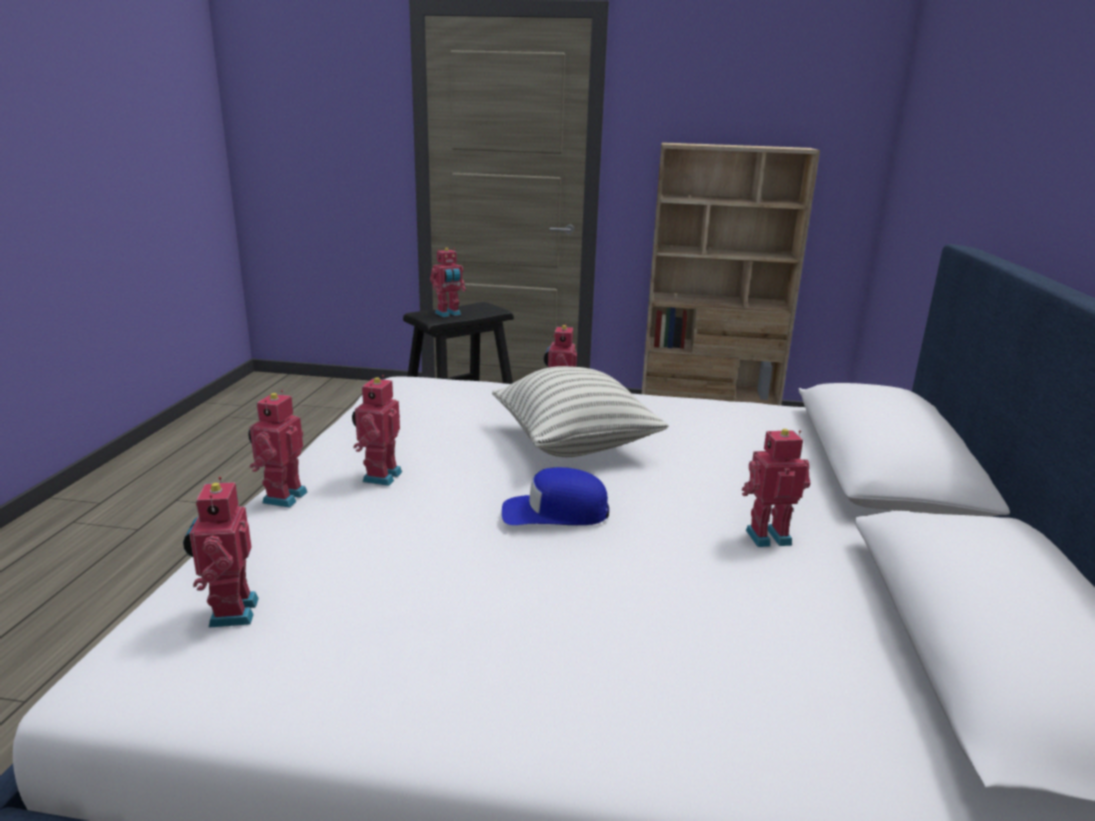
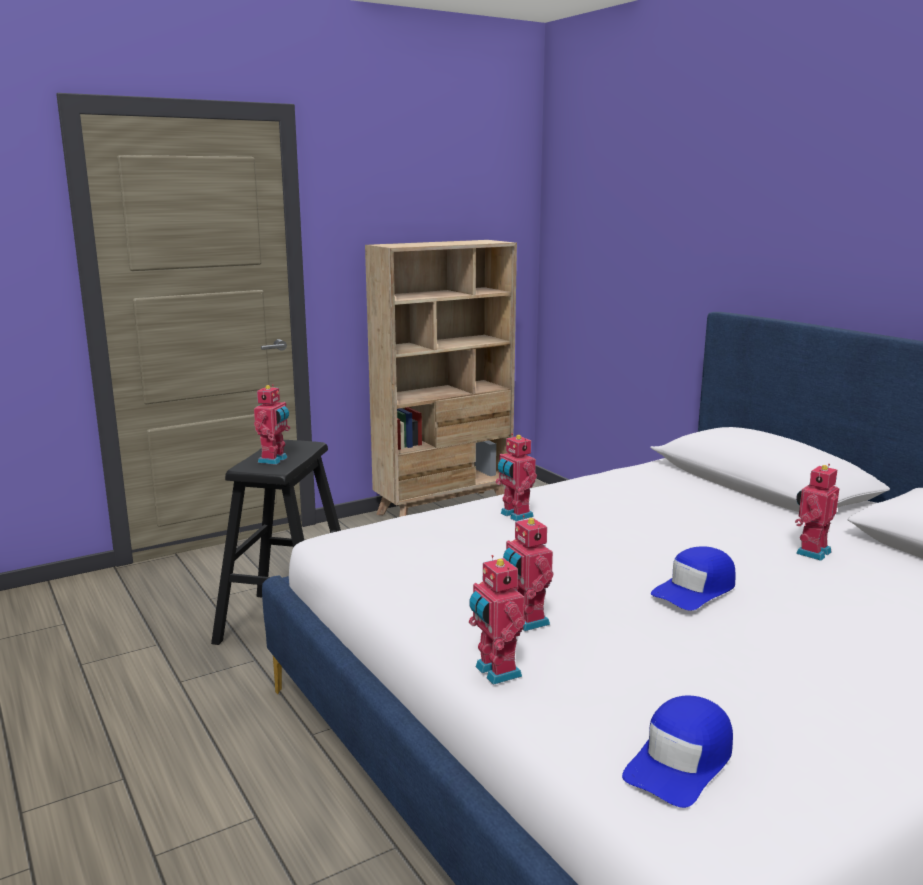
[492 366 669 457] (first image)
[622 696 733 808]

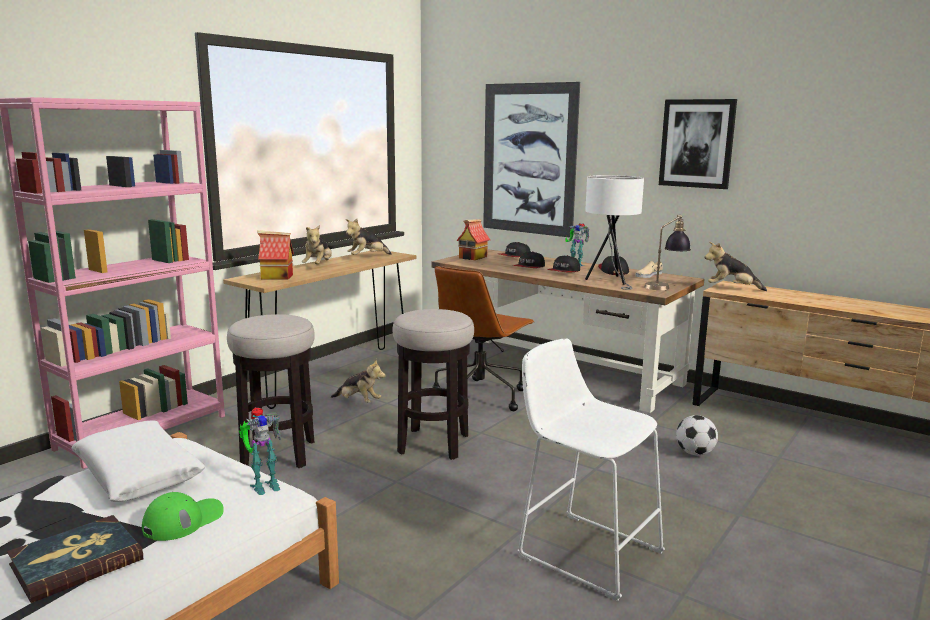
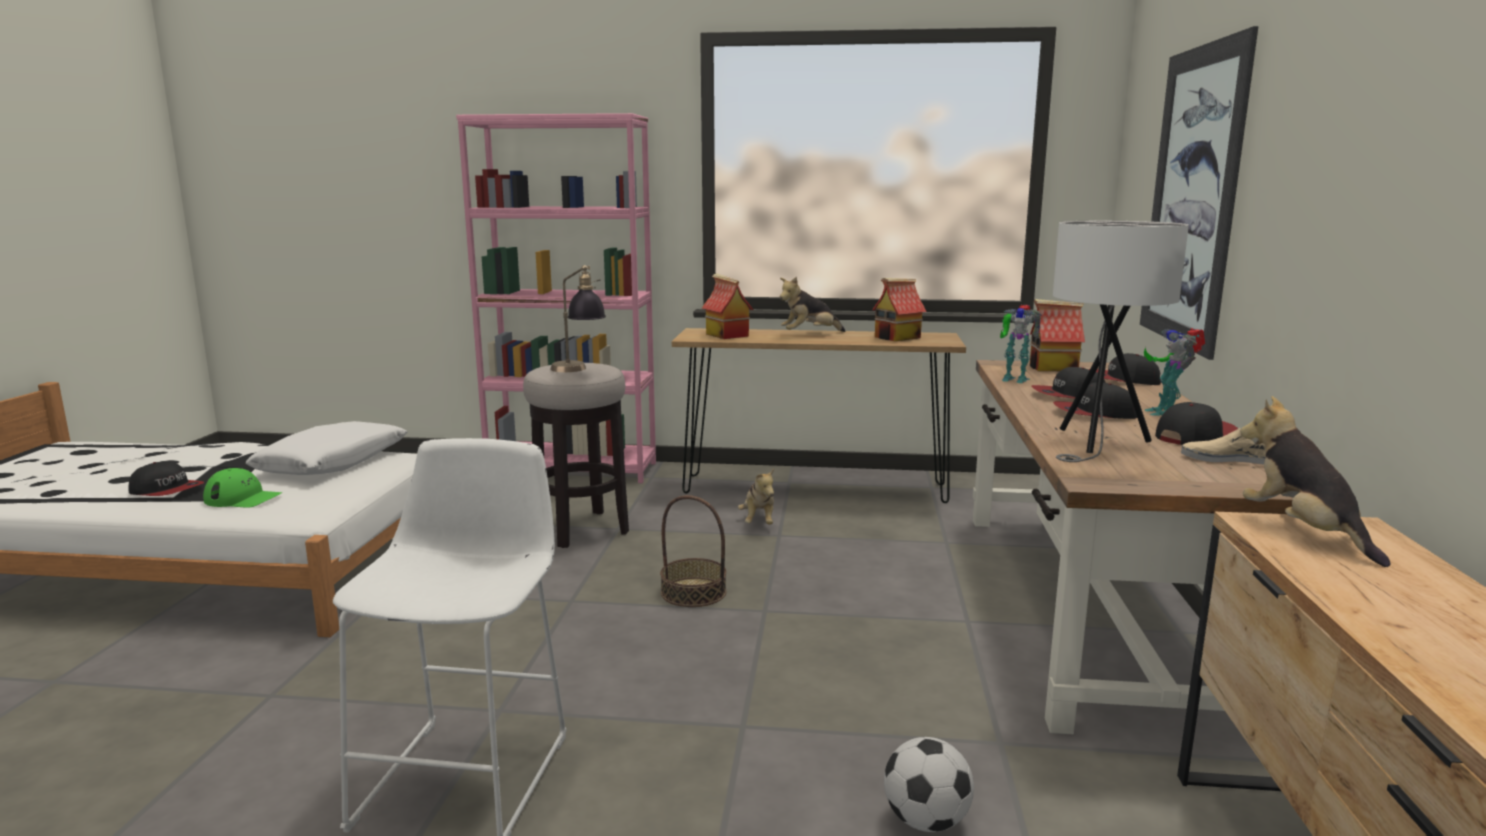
[659 99 737 189] (first image)
[550 265 606 372]
[872 278 926 341]
[433 266 535 411] (first image)
[660 495 726 607]
[1000 305 1042 383]
[128 461 204 496]

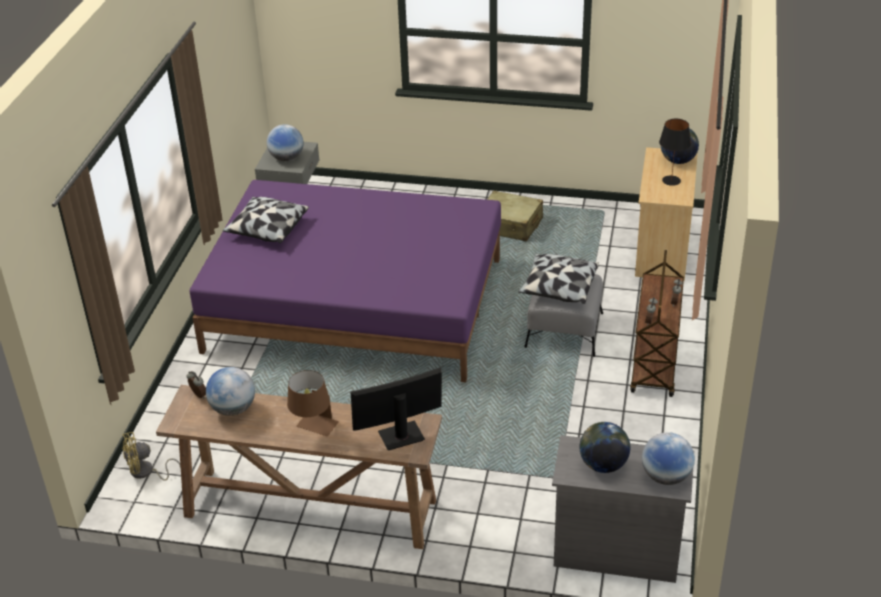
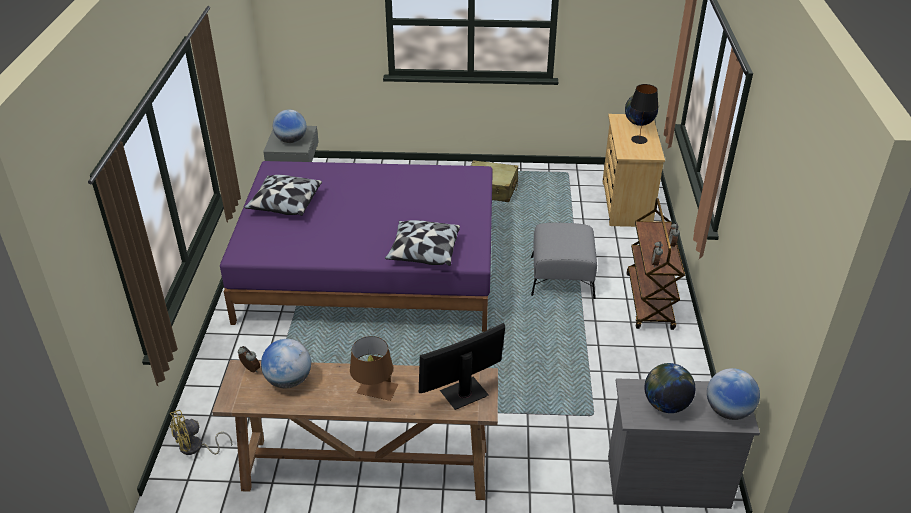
[385 220 460 266]

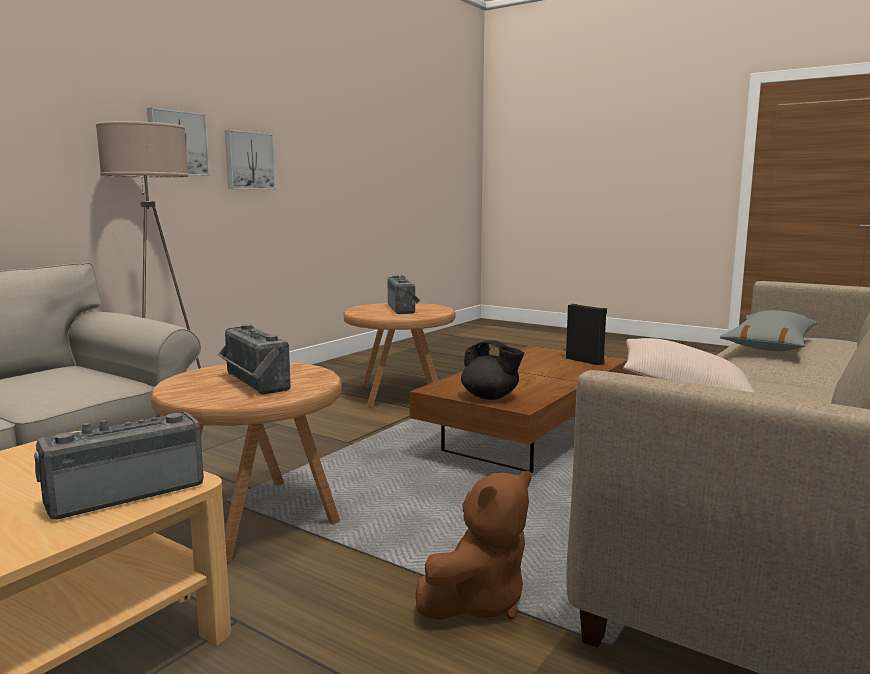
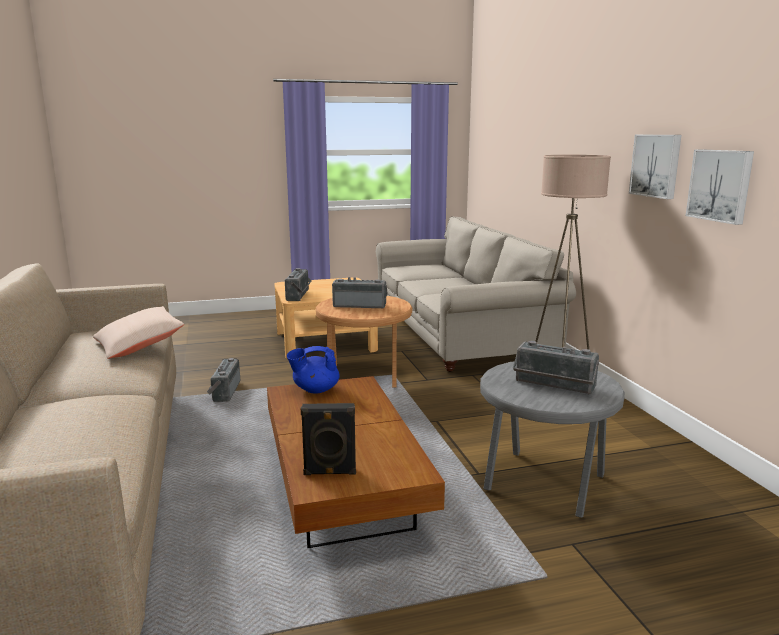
[480 361 625 518]
[720 310 818 351] (first image)
[287 346 340 394]
[207 358 240 402]

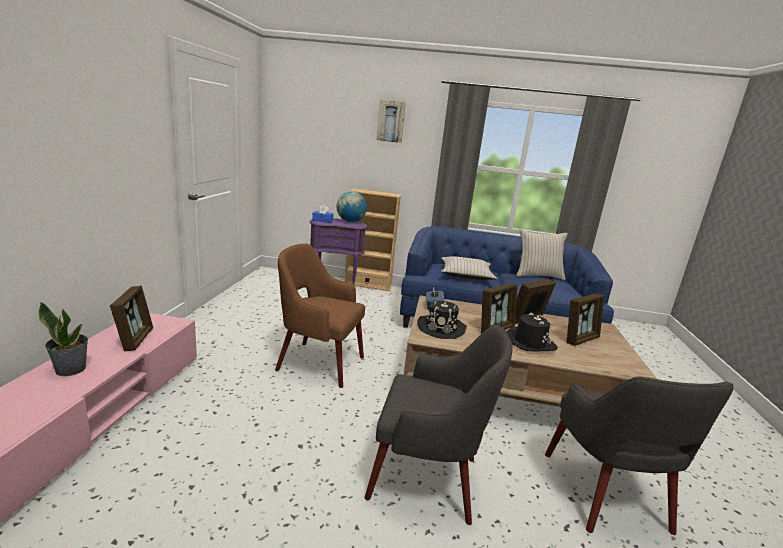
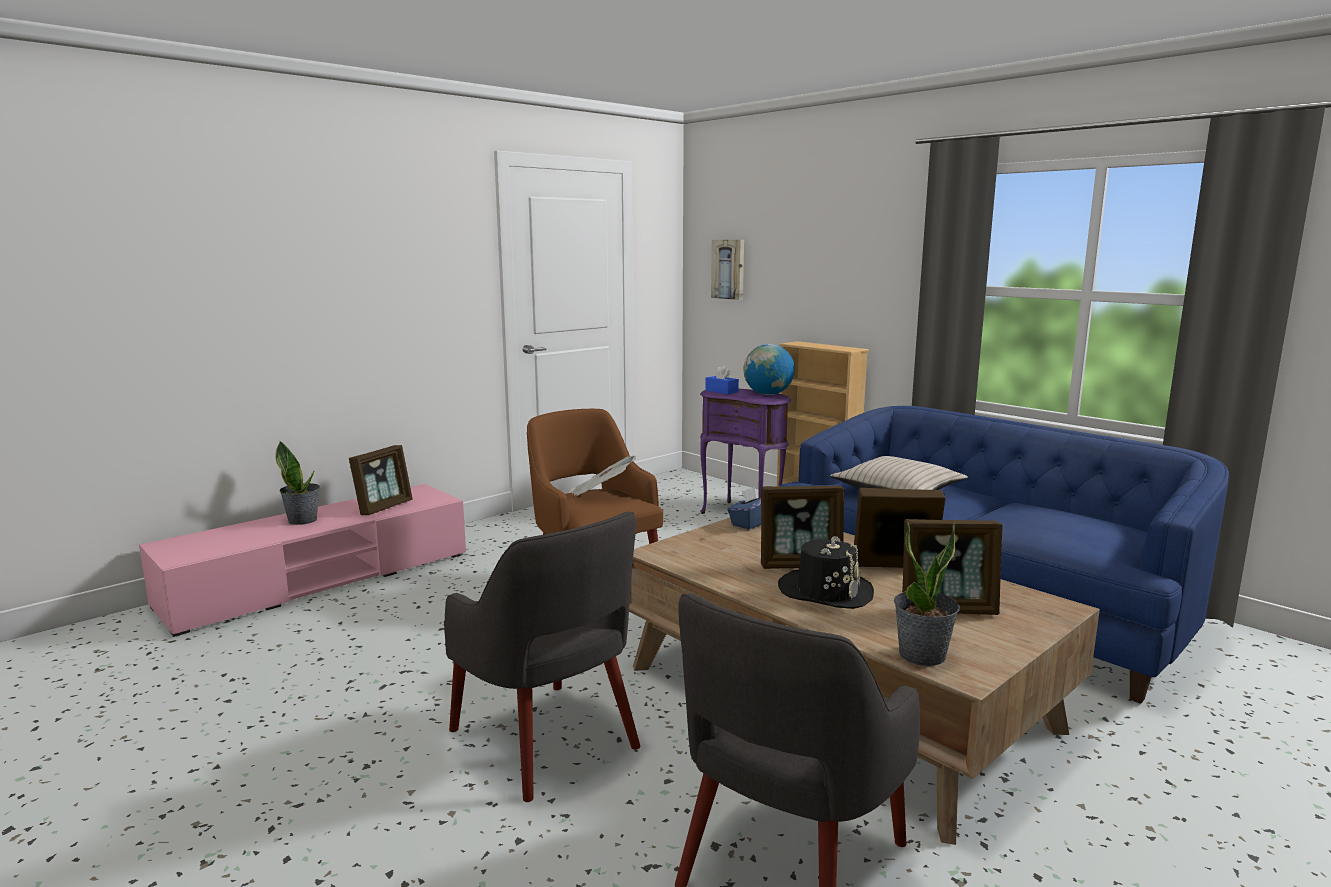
[711 240 744 300]
[516 229 568 280] (first image)
[417 301 467 339] (first image)
[571 456 636 497]
[894 521 960 666]

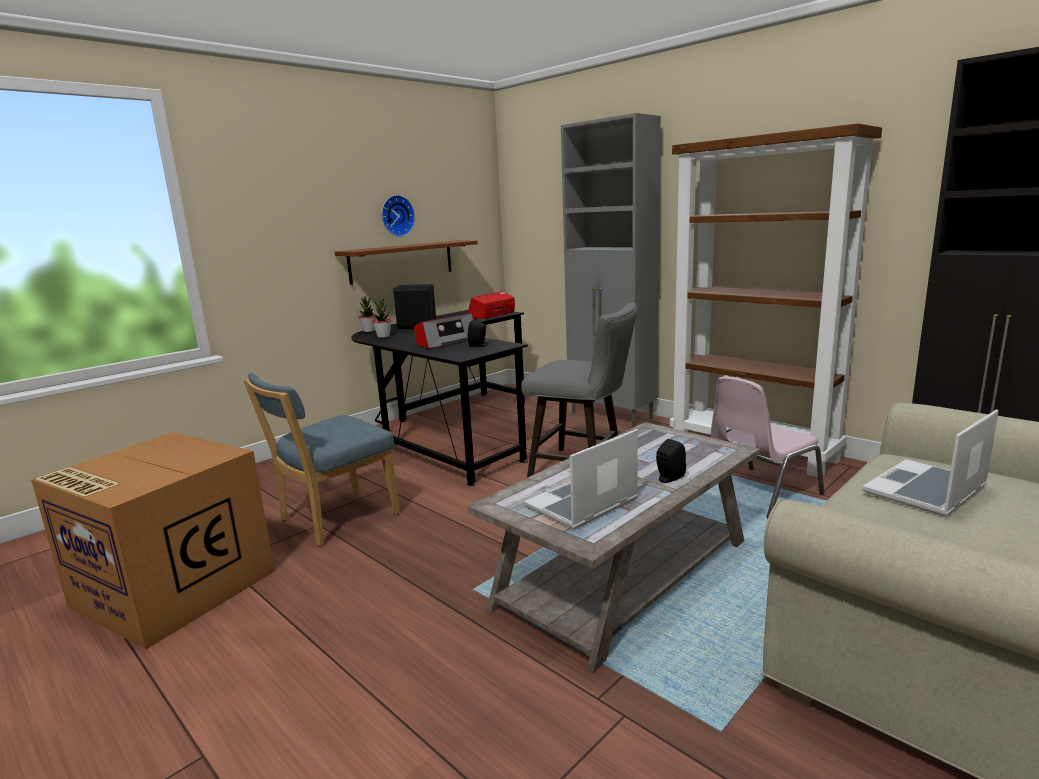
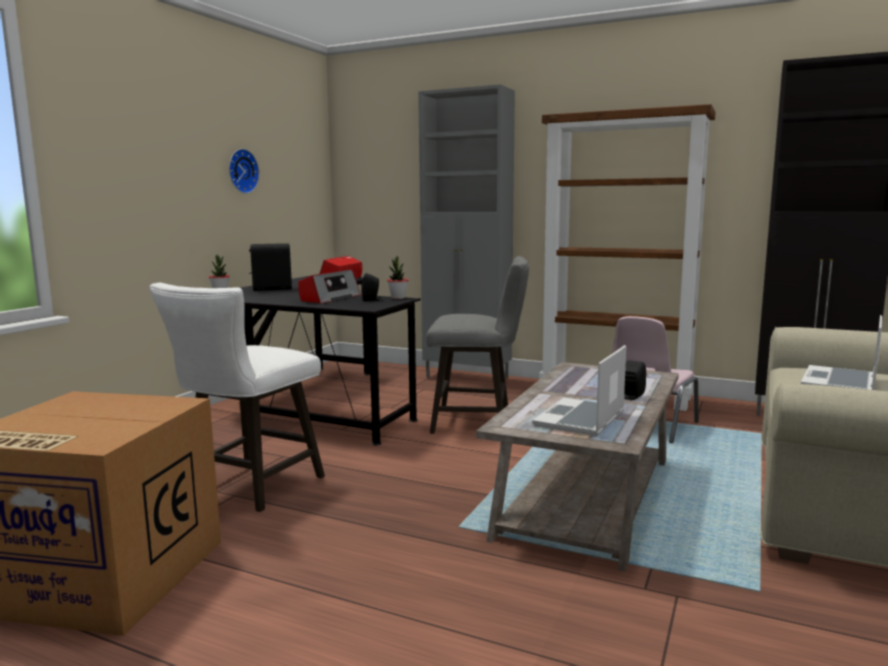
[335 241 478 285] (first image)
[387 256 408 299]
[149 283 325 512]

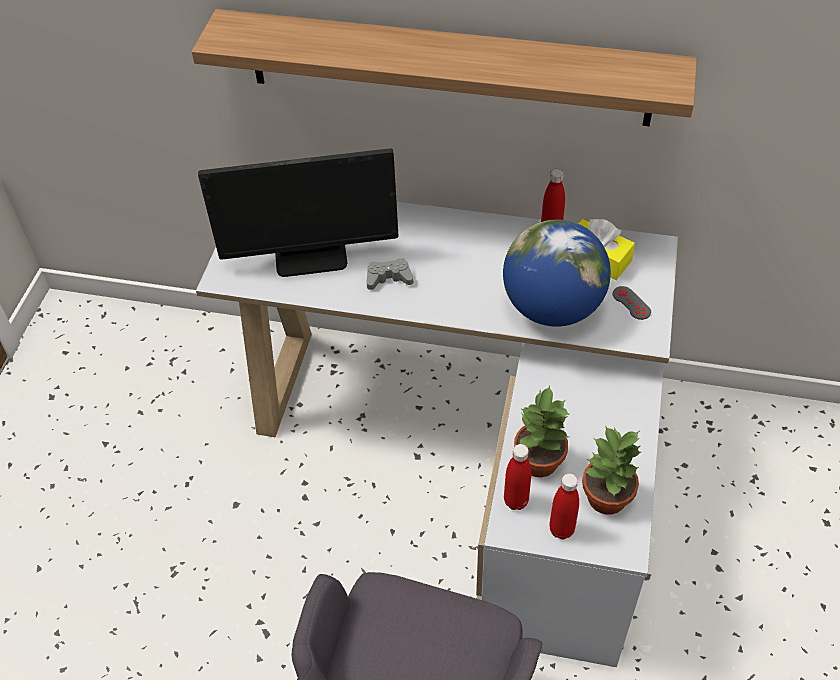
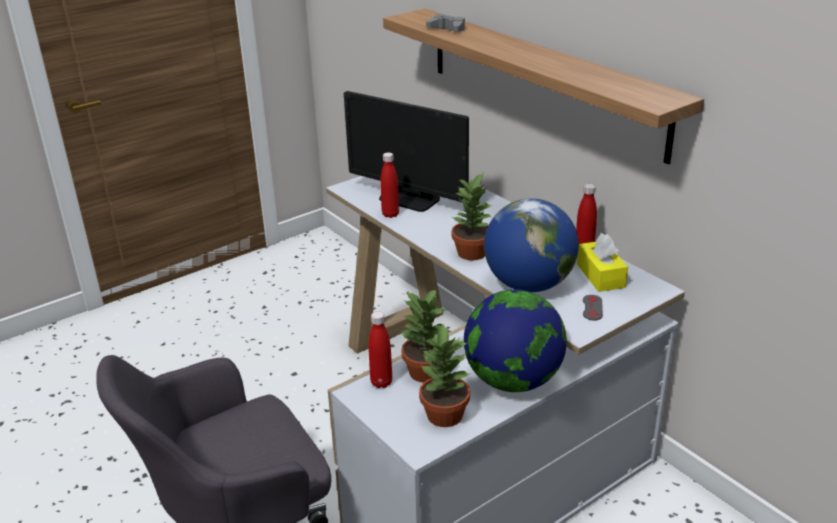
[426 14 465 32]
[380 152 399 218]
[451 172 493 260]
[464 289 567 392]

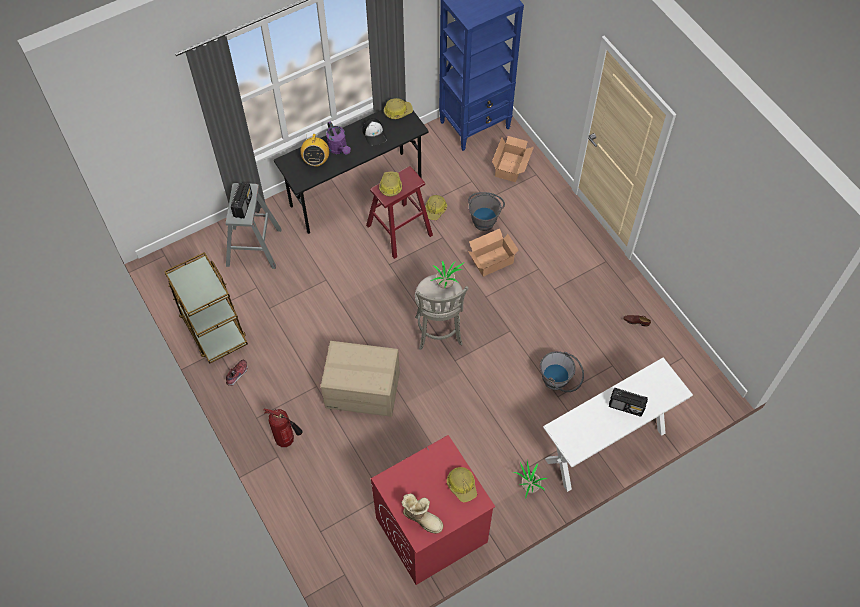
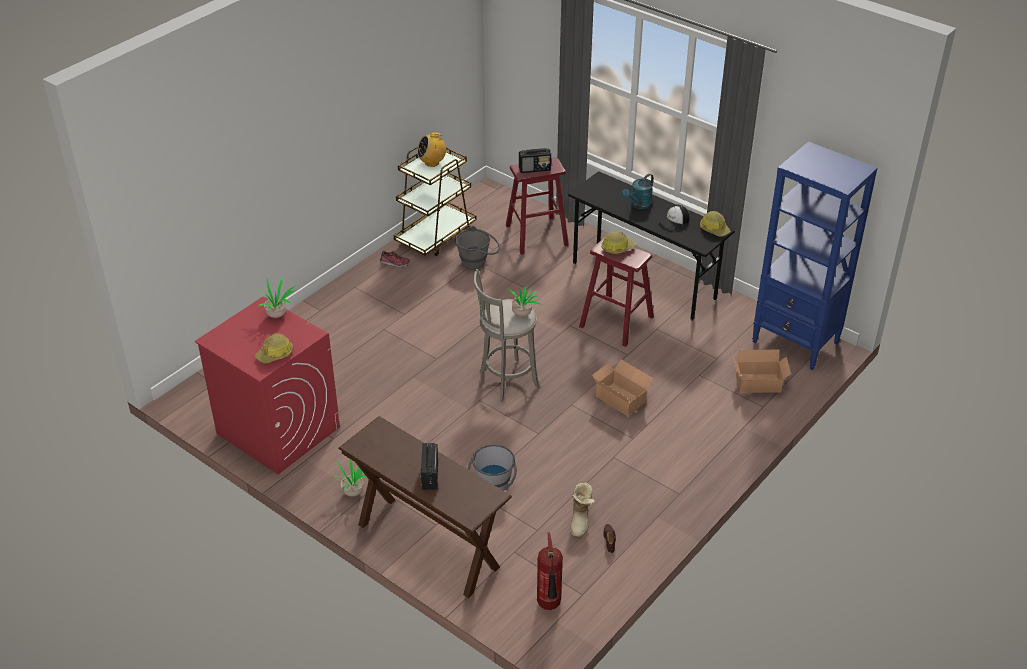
[621 174 654 209]
[417 132 446 167]
[506 158 569 255]
[455 226 500 270]
[425 195 447 220] (first image)
[320 341 400 417] (first image)
[338 416 512 598]
[537 532 563 610]
[570 482 595 538]
[255 277 295 318]

